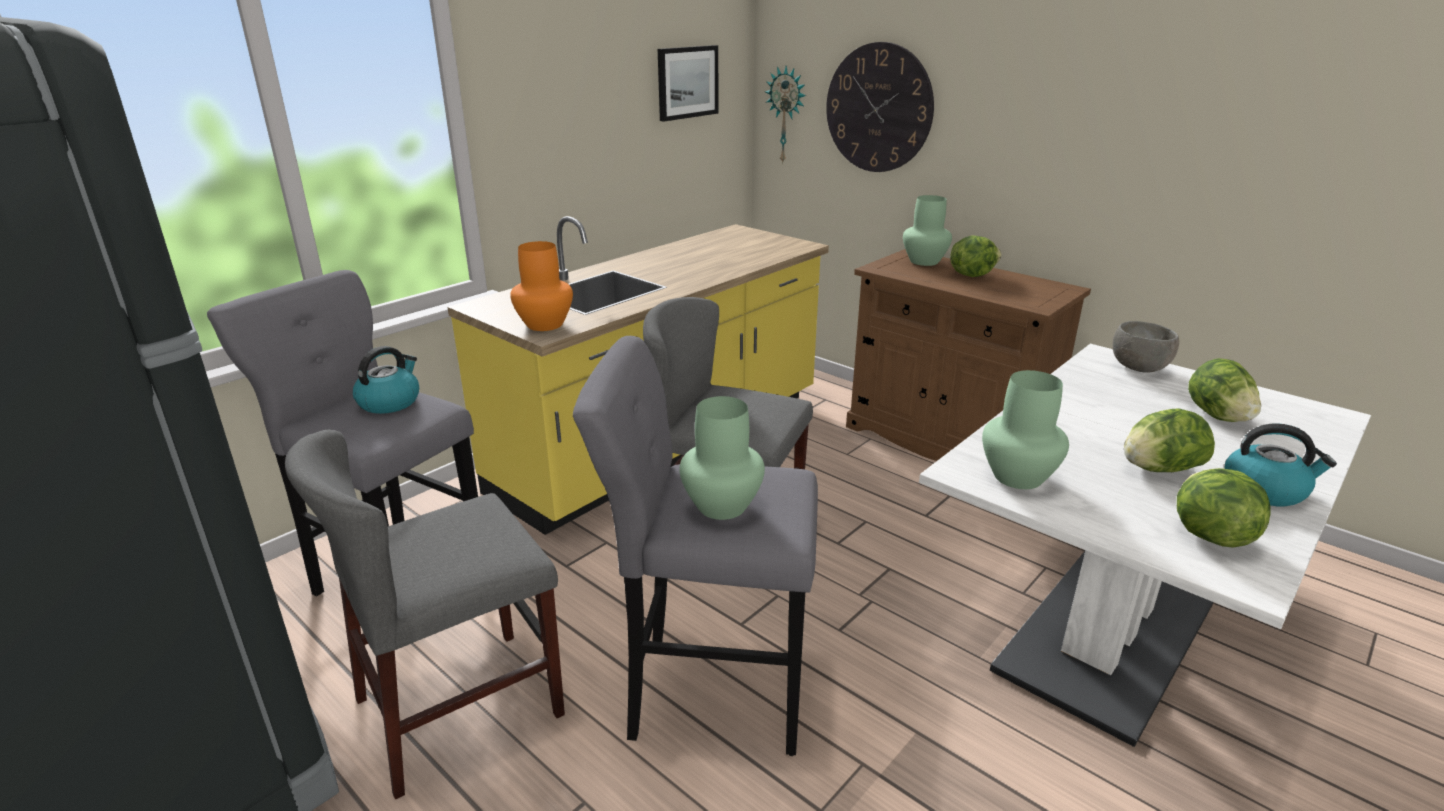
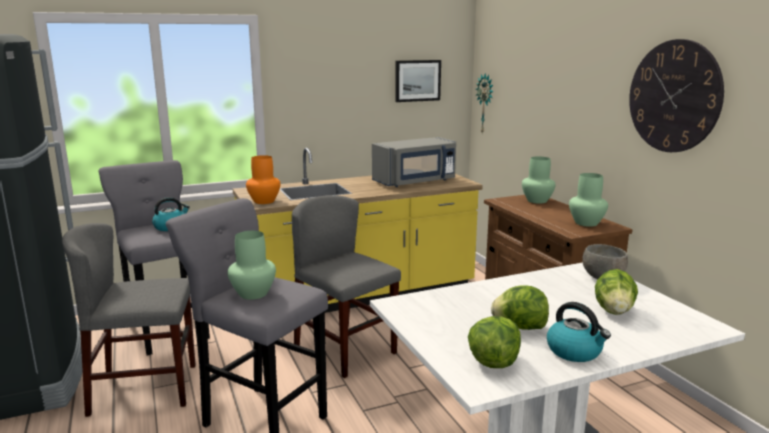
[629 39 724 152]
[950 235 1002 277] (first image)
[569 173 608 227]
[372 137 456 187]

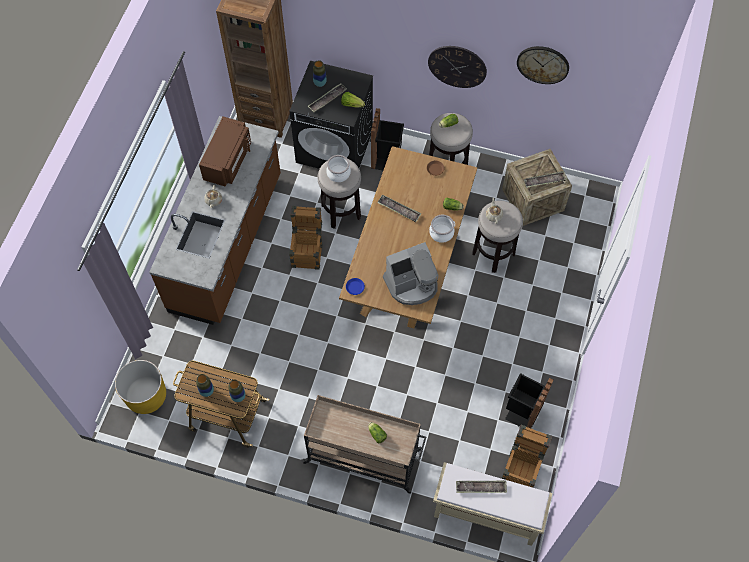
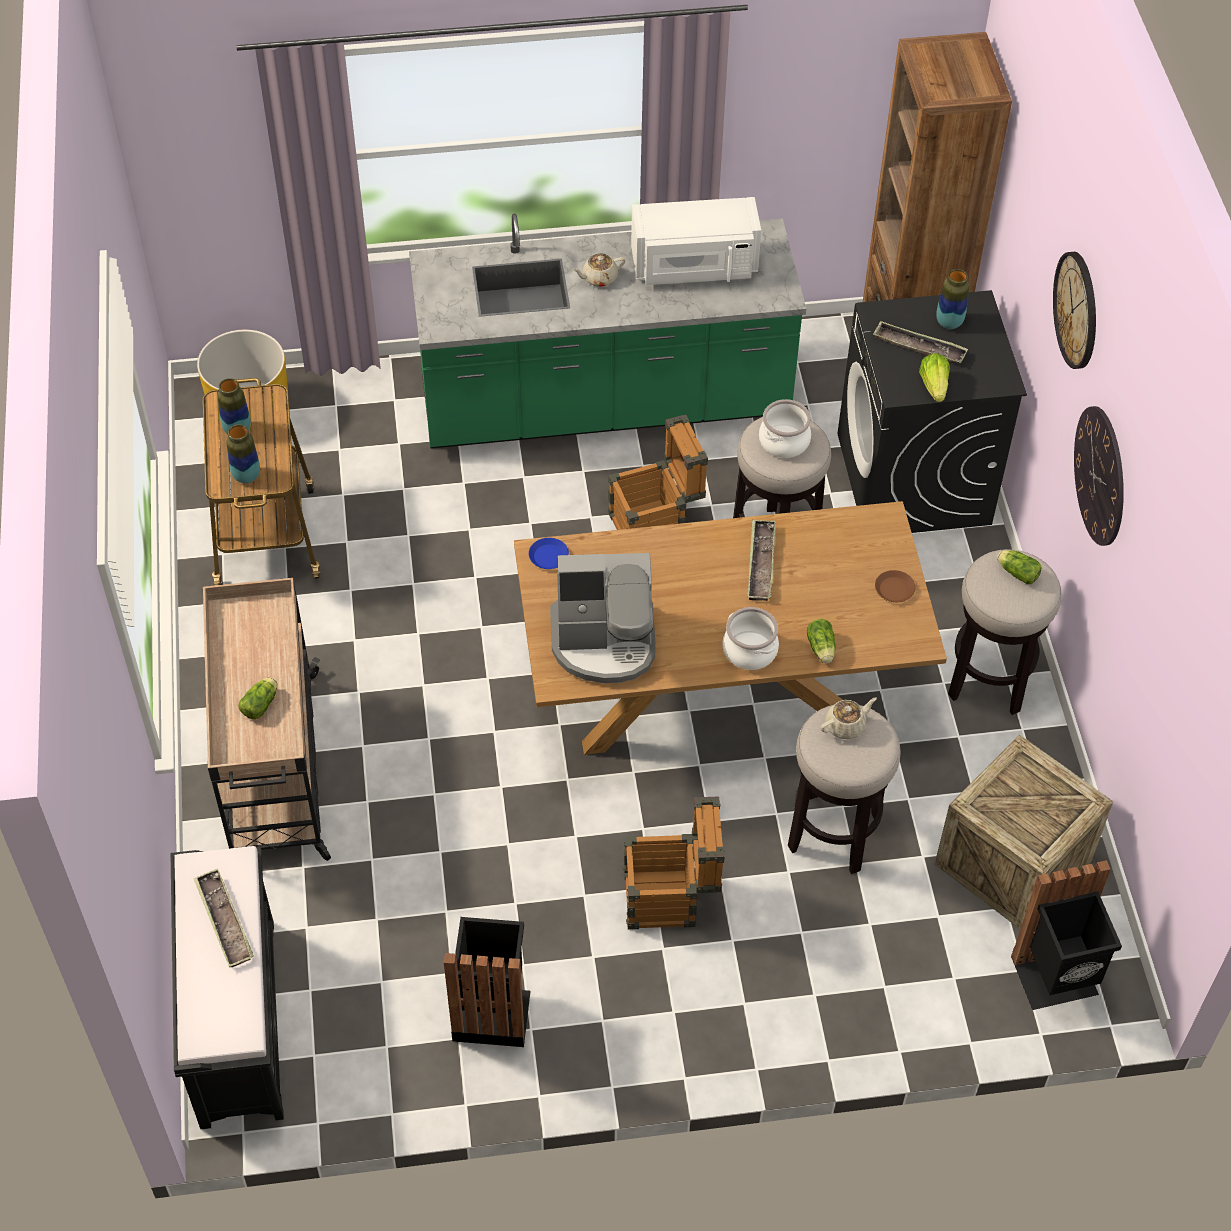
[1053 252 1096 369]
[1011 860 1122 1010]
[409 213 806 449]
[631 197 761 285]
[524 171 567 188] (first image)
[550 553 656 684]
[623 796 725 930]
[171 846 284 1129]

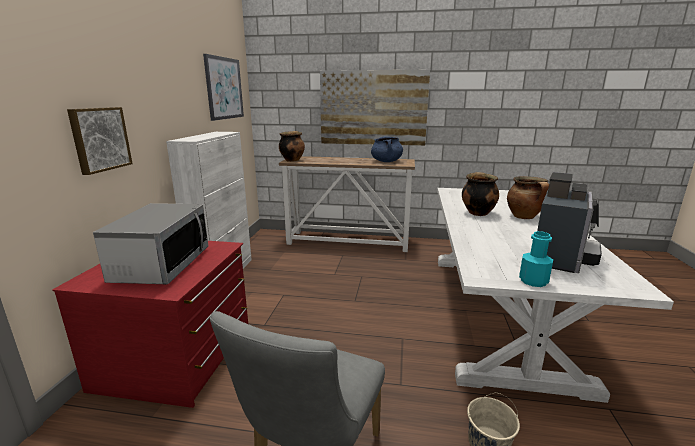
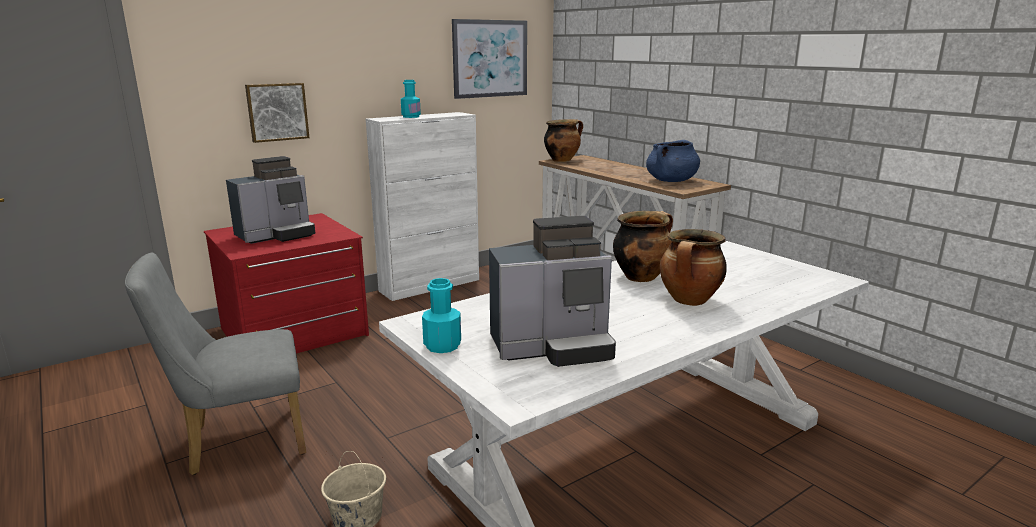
[320 70 430 146] (first image)
[226 156 315 244]
[401 80 421 118]

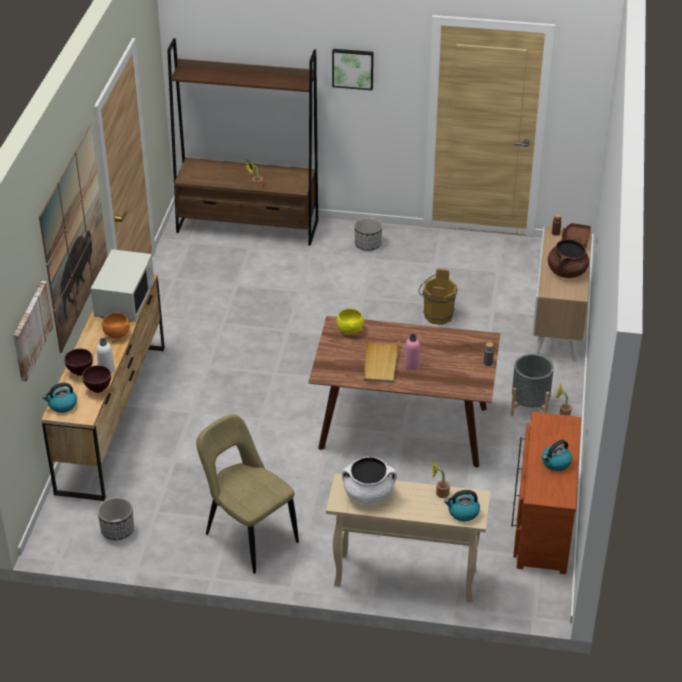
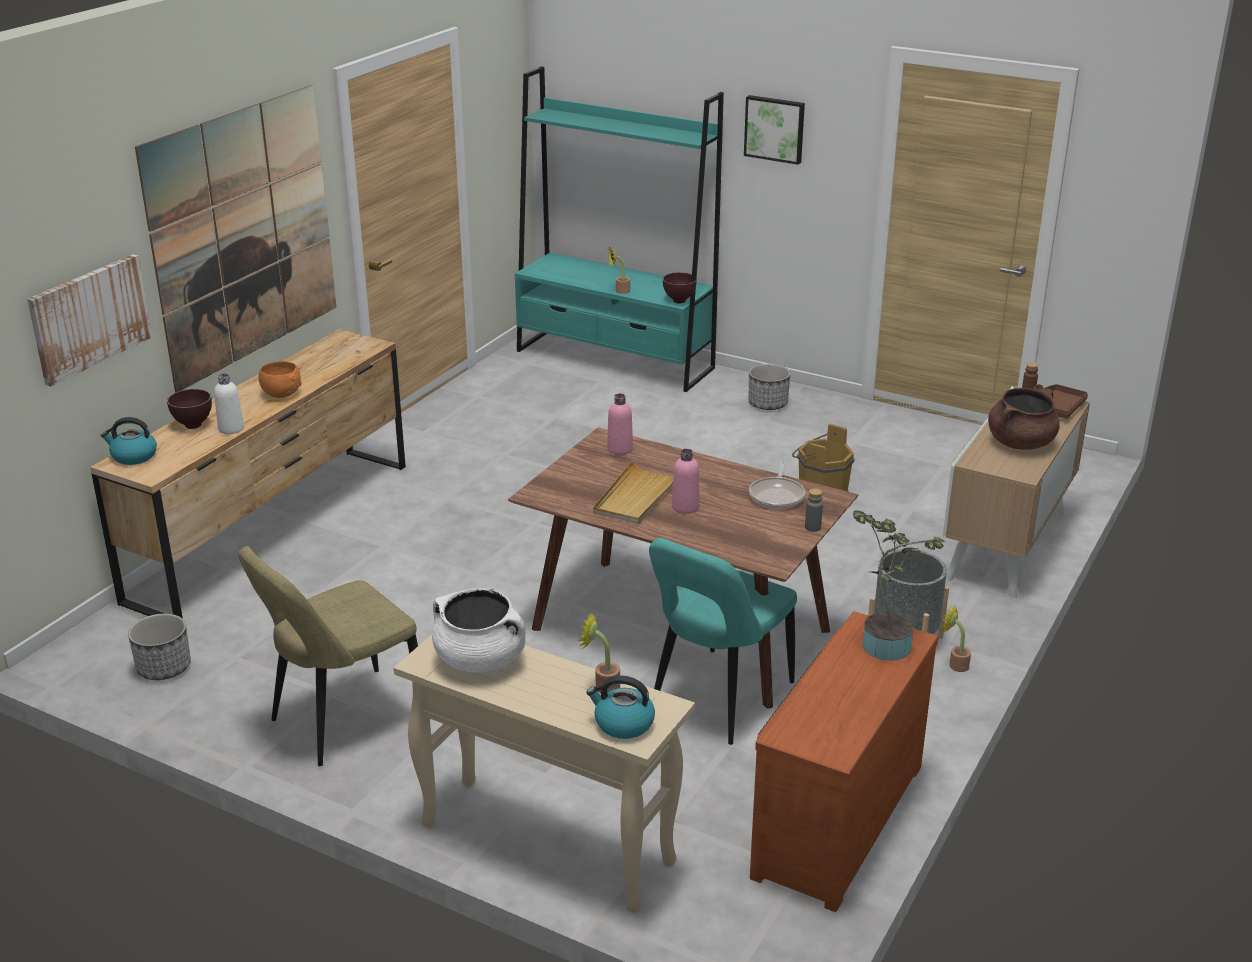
[515 66 724 392]
[91 249 154 322] (first image)
[607 393 633 455]
[663 272 697 303]
[238 546 418 766]
[542 440 572 471] (first image)
[749 462 805 509]
[853 510 944 661]
[649 538 797 745]

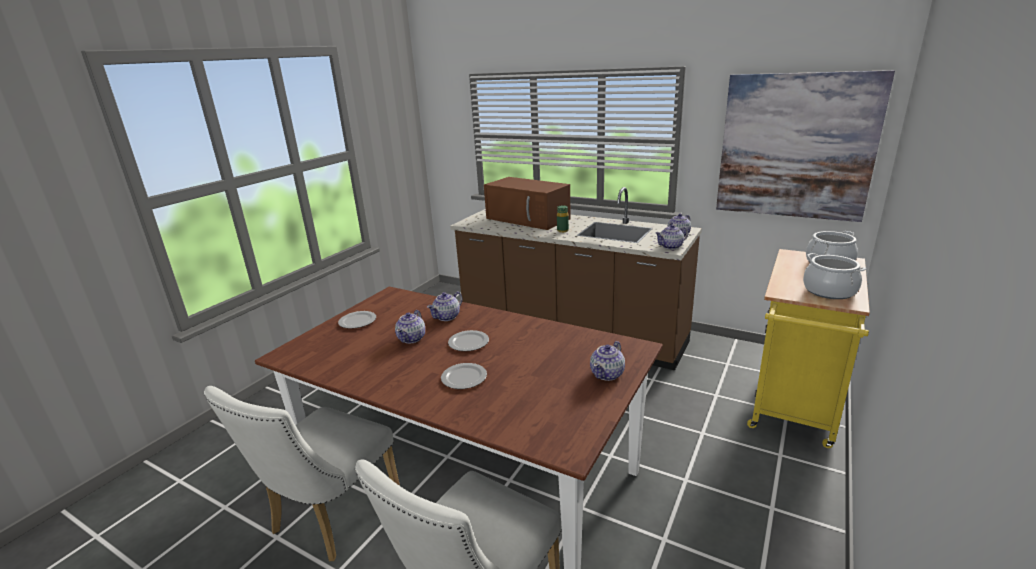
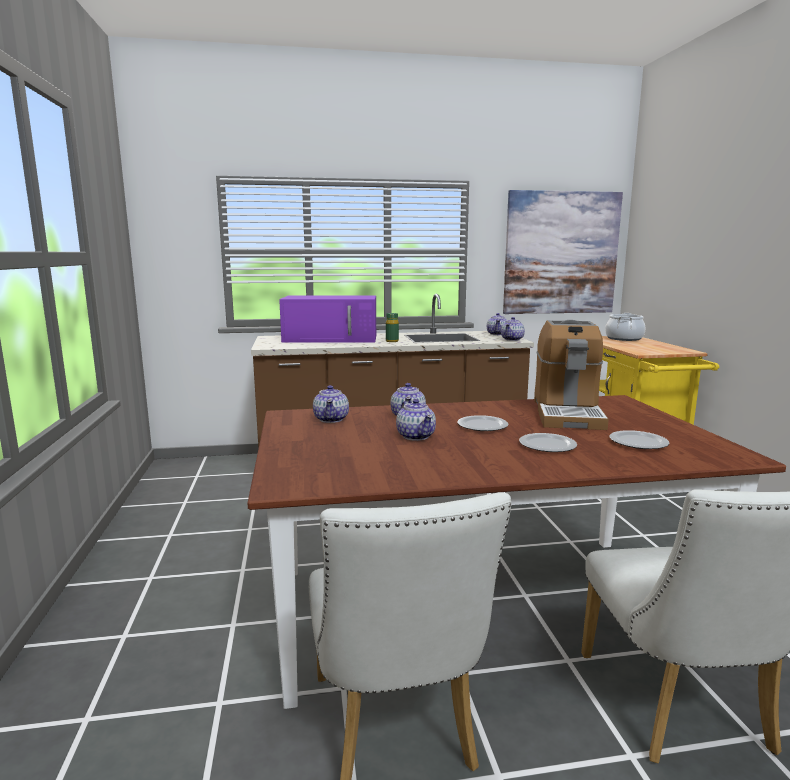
[279 295 376 343]
[803 253 866 299] (first image)
[610 430 669 449]
[313 385 349 423]
[534 320 609 430]

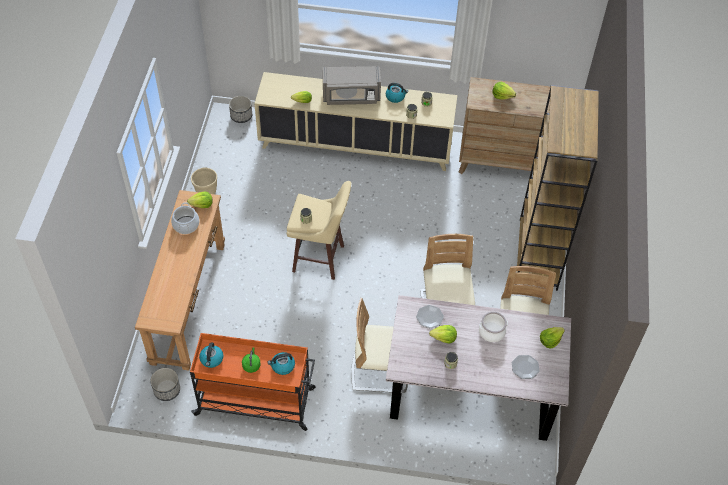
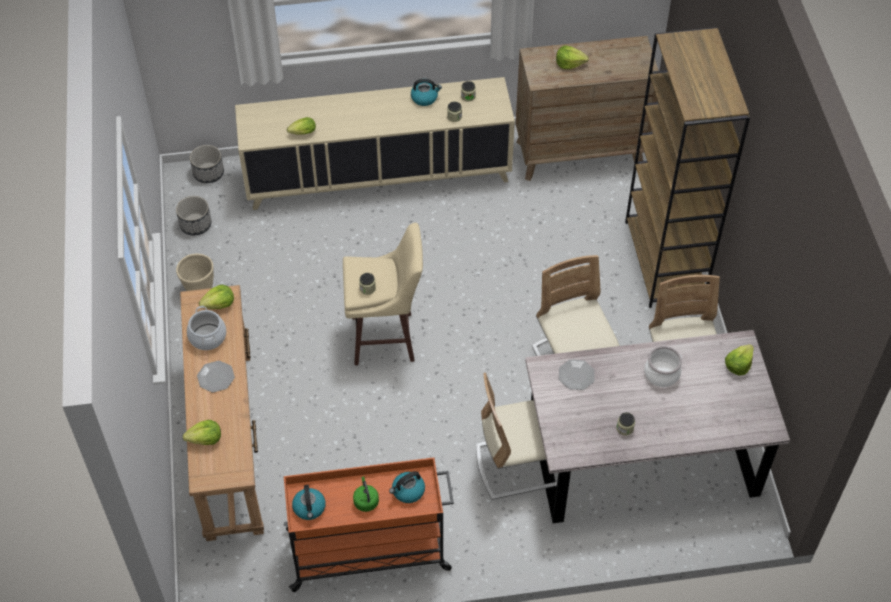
[322 66 381 105] (first image)
[183 420 221 445]
[197 361 235 392]
[176 196 211 235]

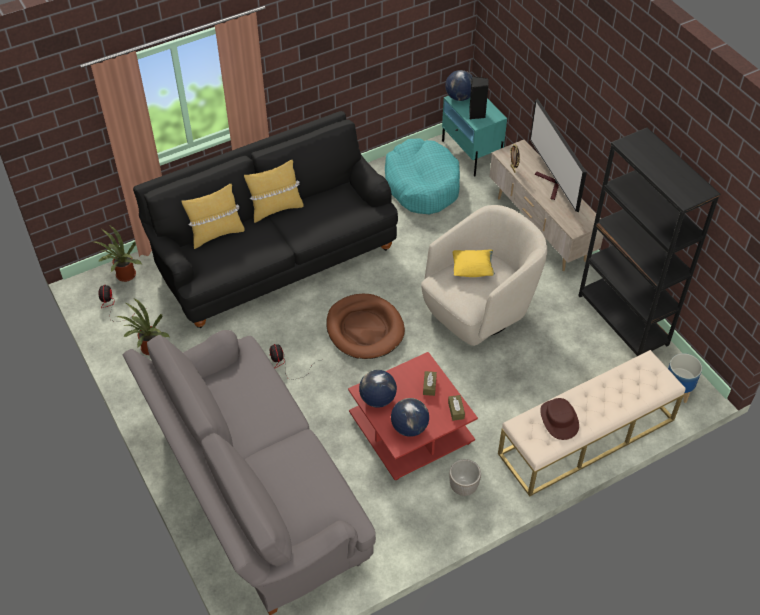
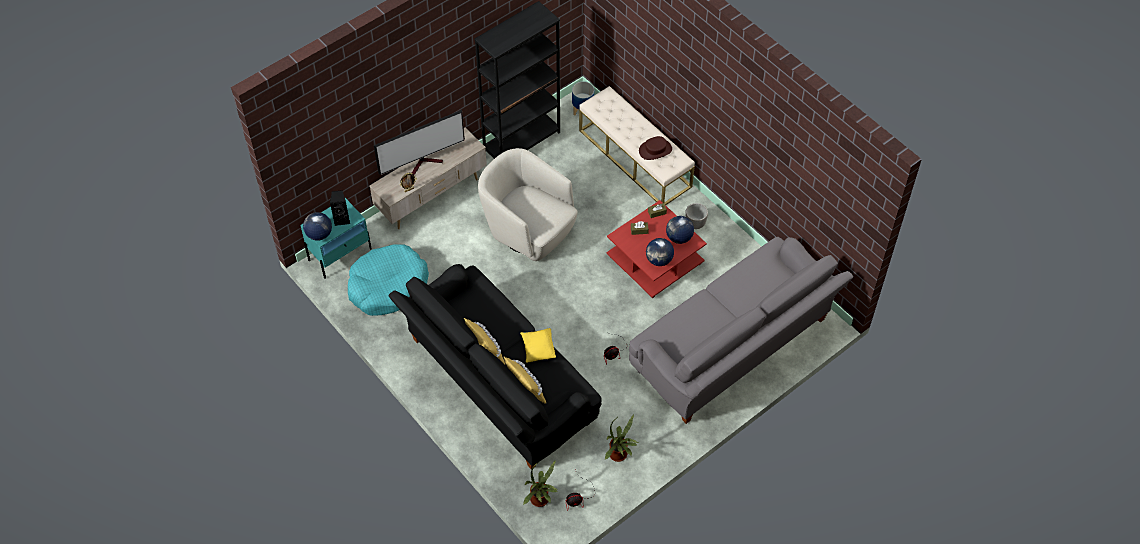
[520 328 556 363]
[326 294 405 359] (first image)

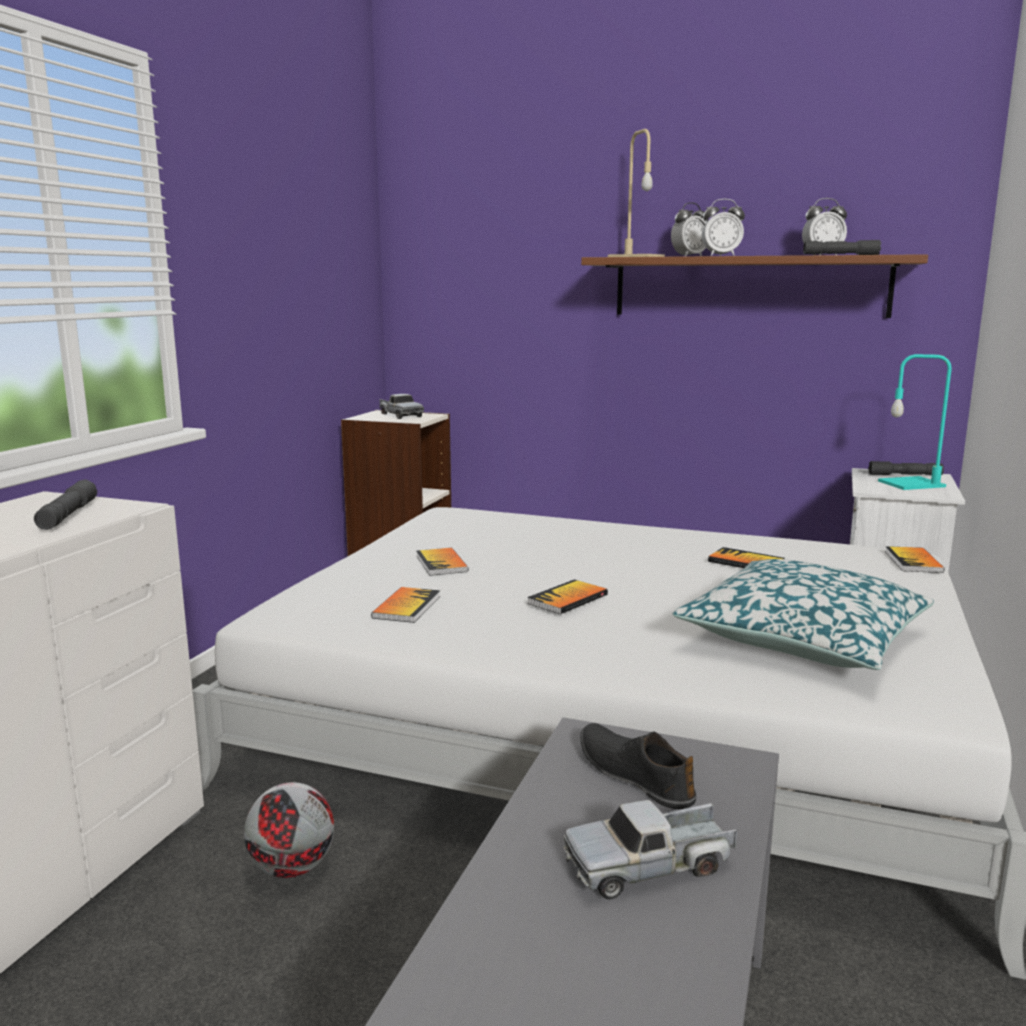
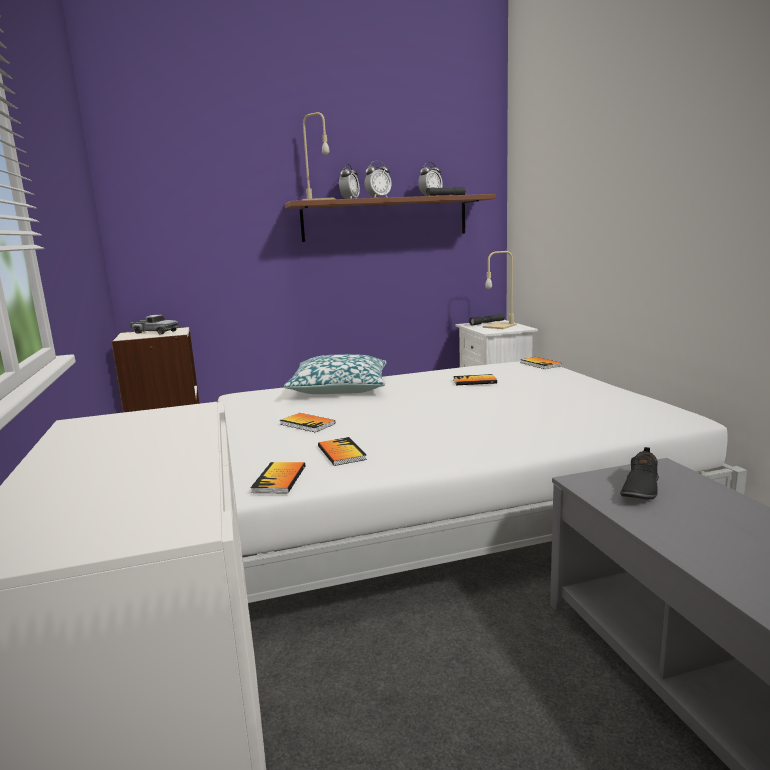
[483 251 517 329]
[34 480 97 530] (first image)
[284 354 387 394]
[250 462 305 493]
[620 447 659 500]
[244 782 334 878] (first image)
[564 800 737 900] (first image)

